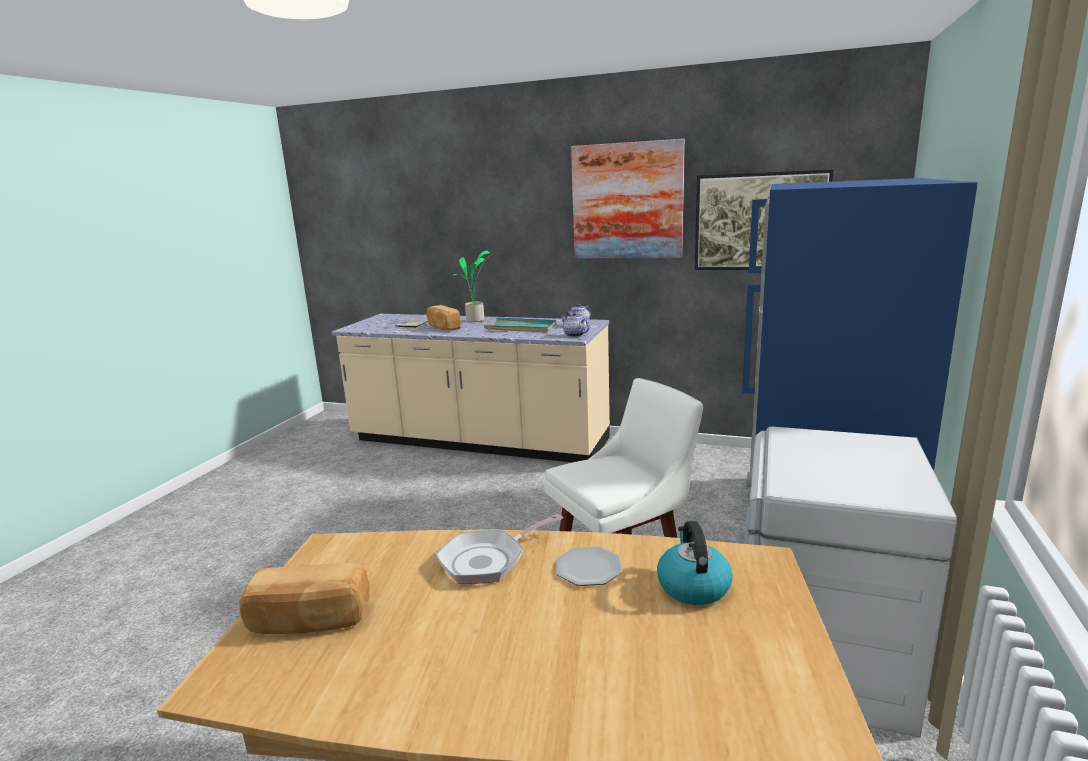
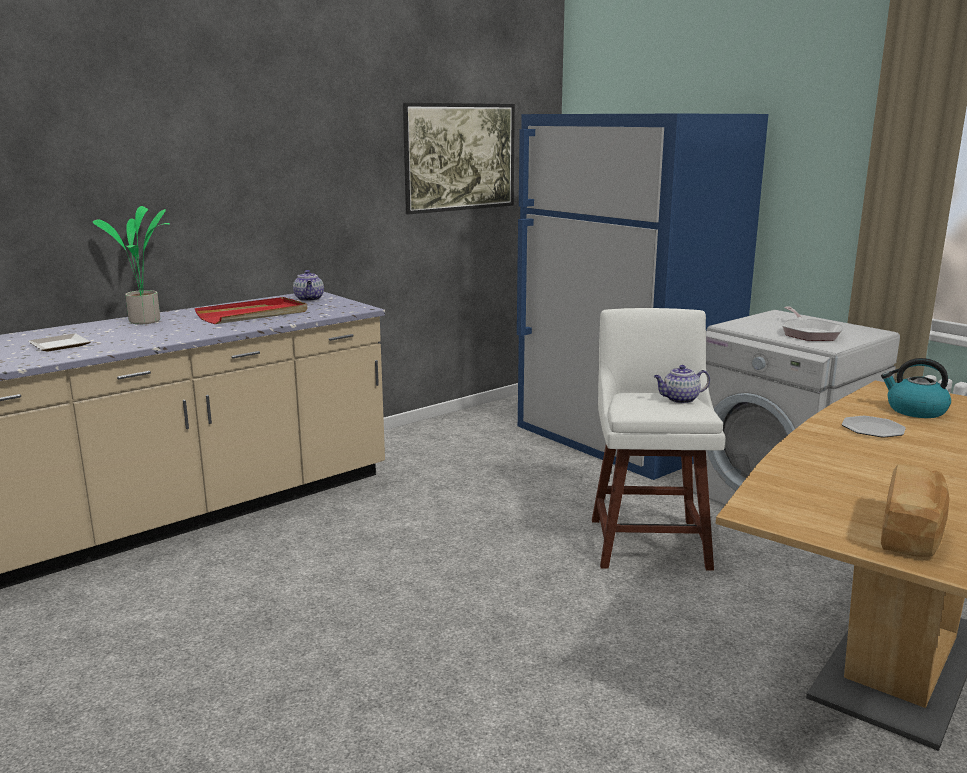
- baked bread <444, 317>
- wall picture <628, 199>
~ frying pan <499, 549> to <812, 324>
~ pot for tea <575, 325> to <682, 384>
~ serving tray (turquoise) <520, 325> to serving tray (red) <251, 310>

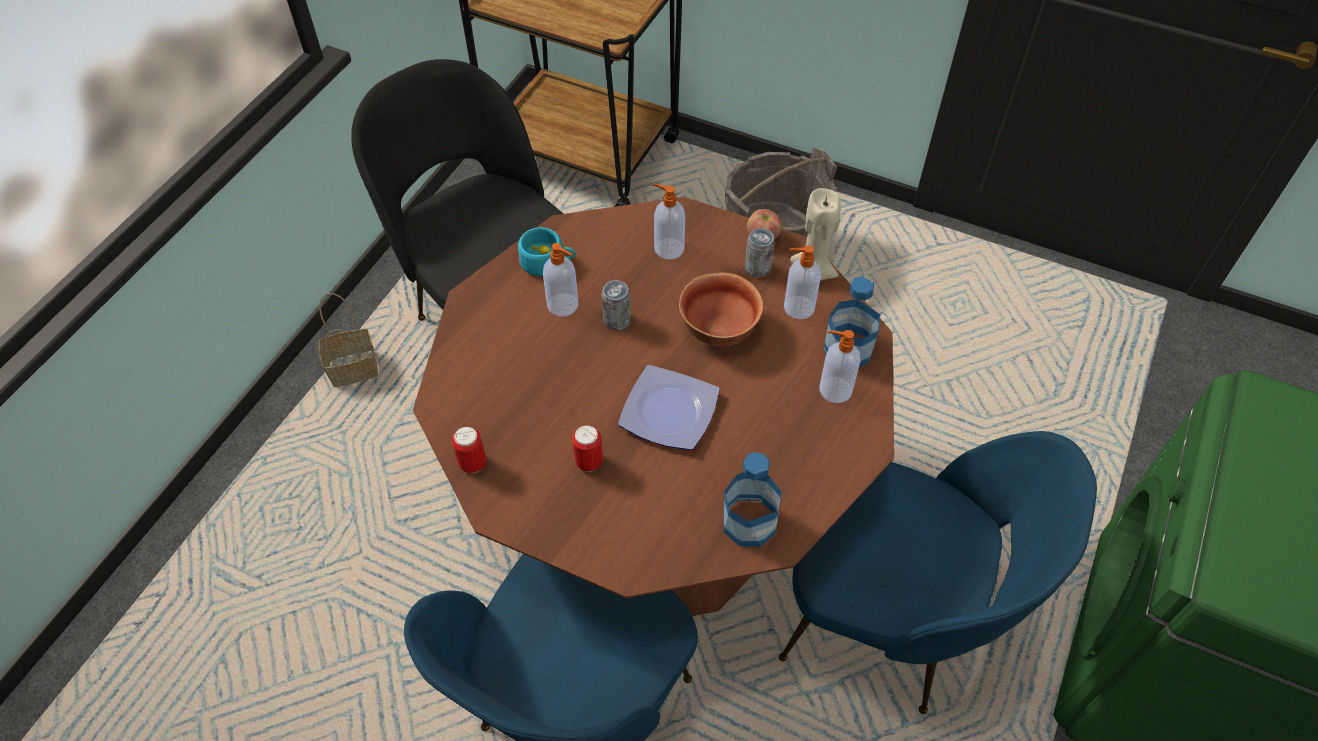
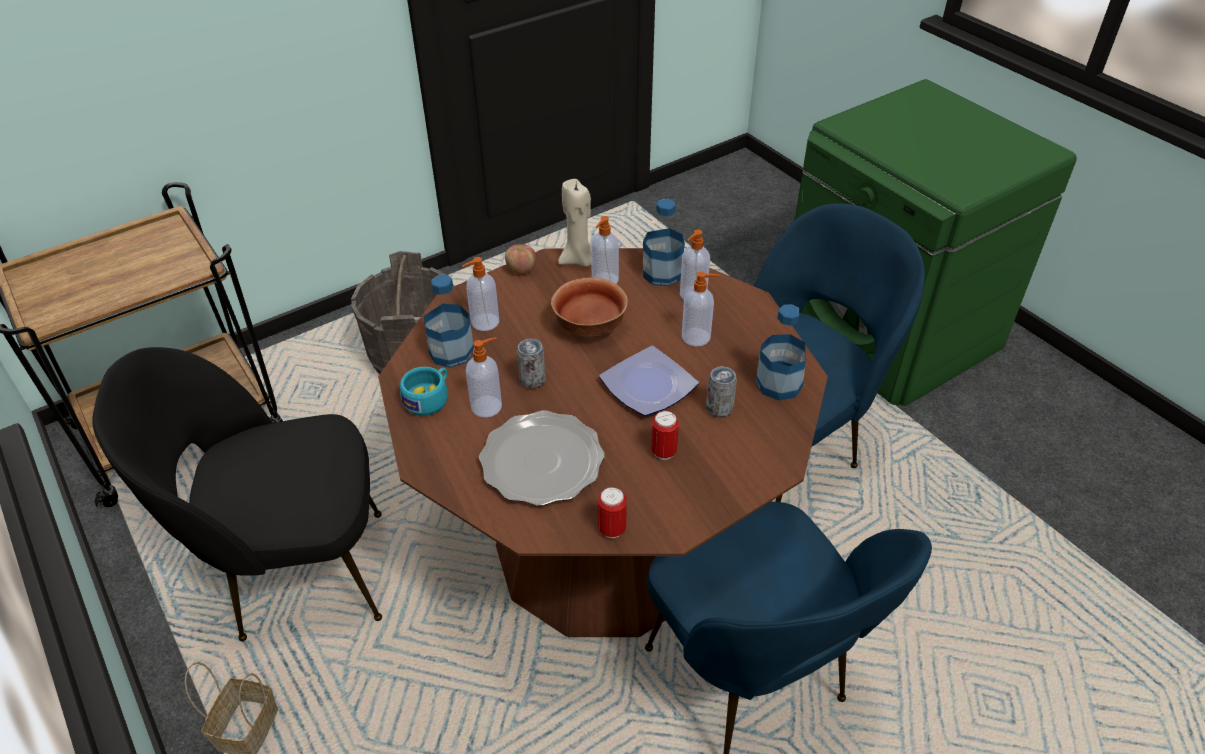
+ drink bottle <449, 321>
+ plate <542, 458>
+ soap bottle <700, 309>
~ can <760, 253> to <721, 392>

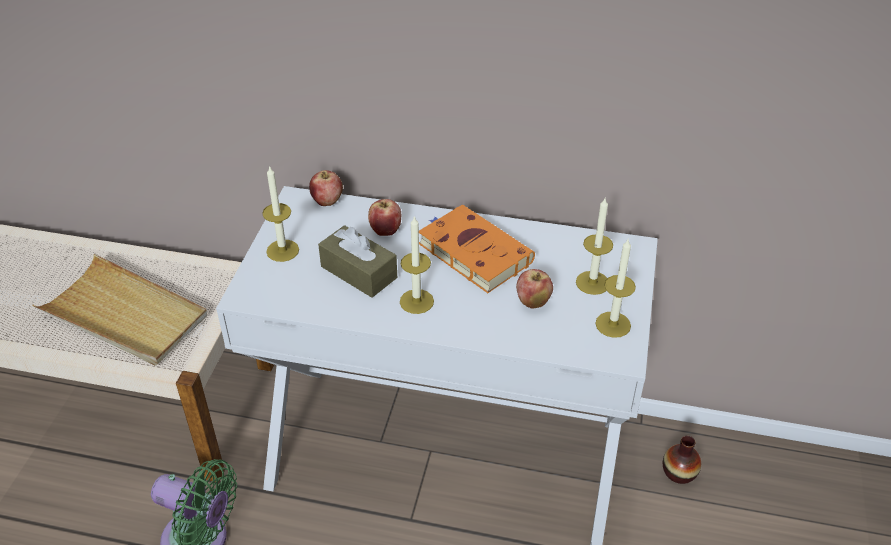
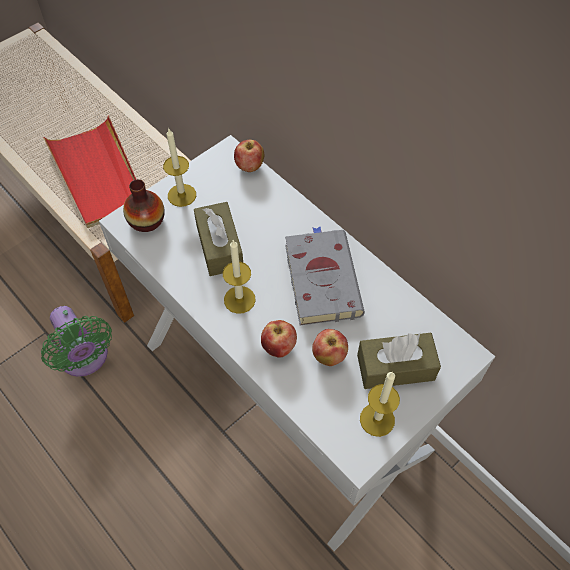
~ whole apple <384, 217> to <279, 339>
~ flower vase <682, 460> to <143, 205>
~ wax candle <594, 246> to tissue box (brownish) <399, 361>
~ serving tray (beige-coloured) <120, 310> to serving tray (red) <89, 171>
~ book (orange-coloured) <477, 248> to book (greyish) <325, 276>

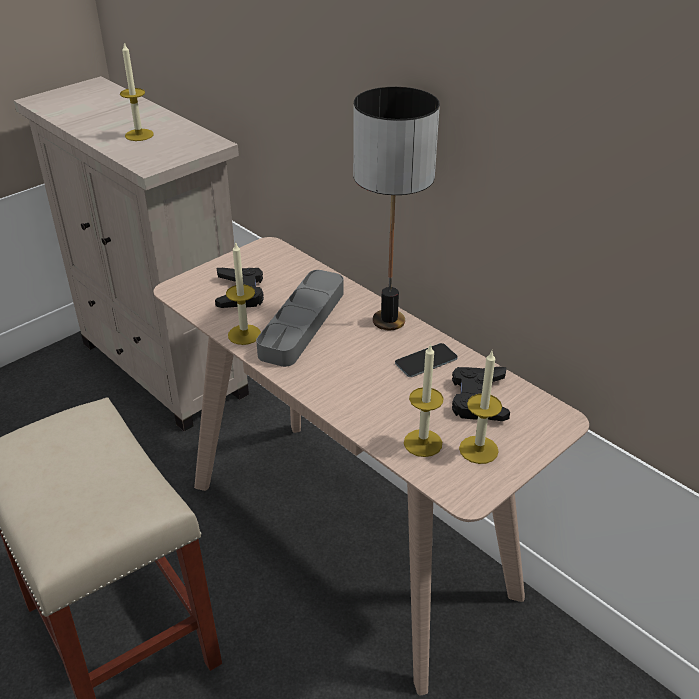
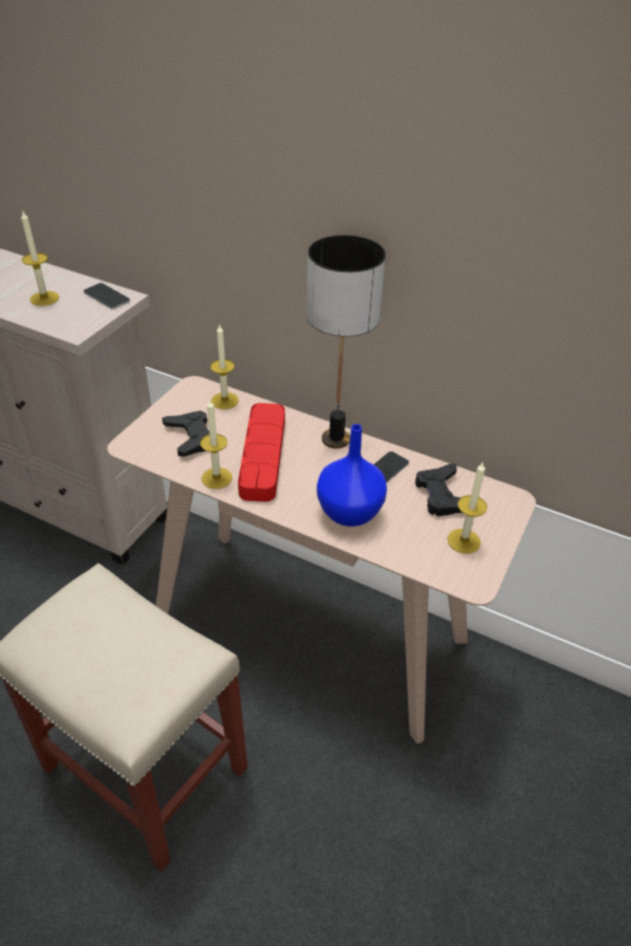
+ handset <107, 296>
+ flower vase (blue-coloured) <352, 475>
~ wax candle <424, 400> to <224, 366>
~ serving tray (greyish) <300, 318> to serving tray (red) <261, 452>

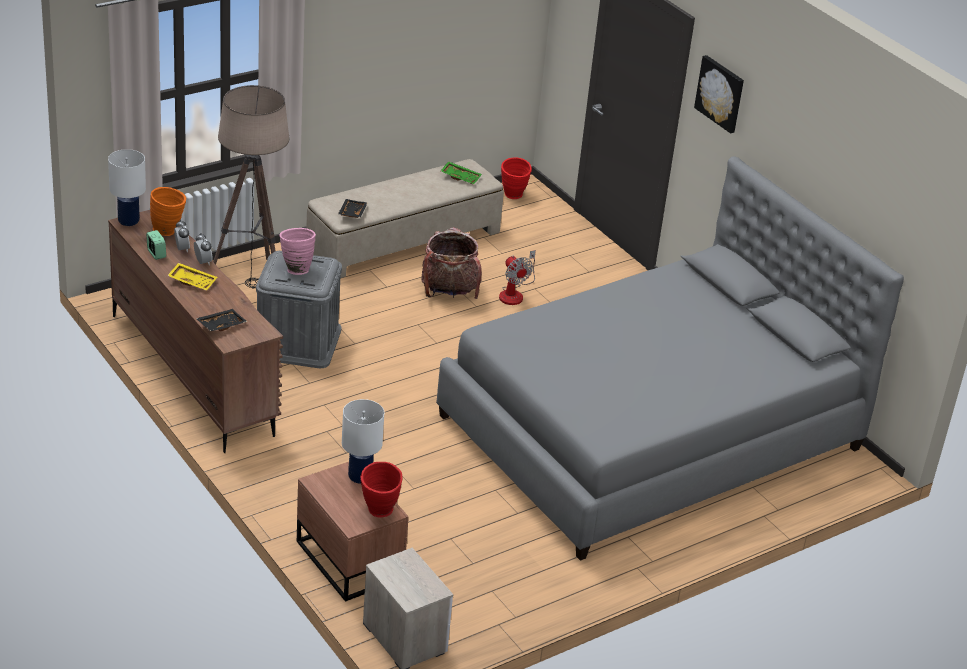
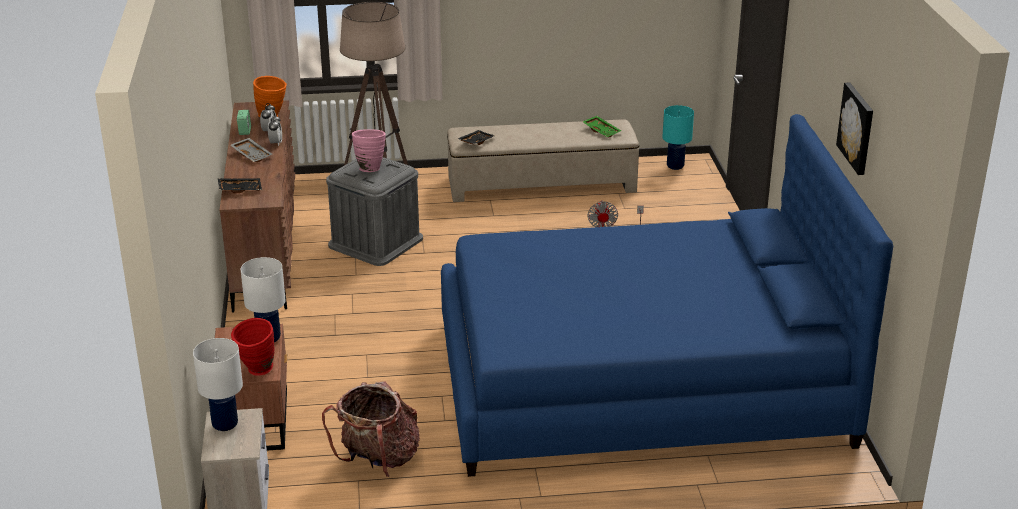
~ lamp for a table (white-coloured) <127, 187> to <218, 384>
~ rucksack <451, 263> to <371, 429>
~ wall picture <719, 94> to <854, 129>
~ flower vase (red) <516, 178> to lamp for a table (turquoise) <678, 137>
~ serving tray (yellow) <192, 277> to serving tray (greyish) <251, 150>
~ bedroom bed (greyish) <670, 359> to bedroom bed (blue-coloured) <667, 295>

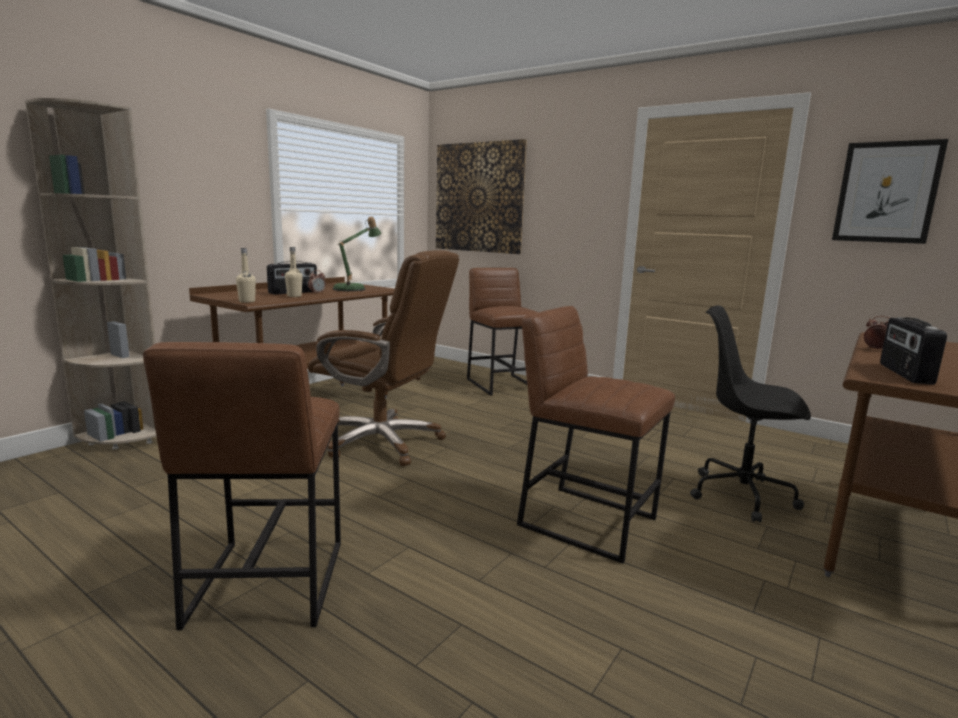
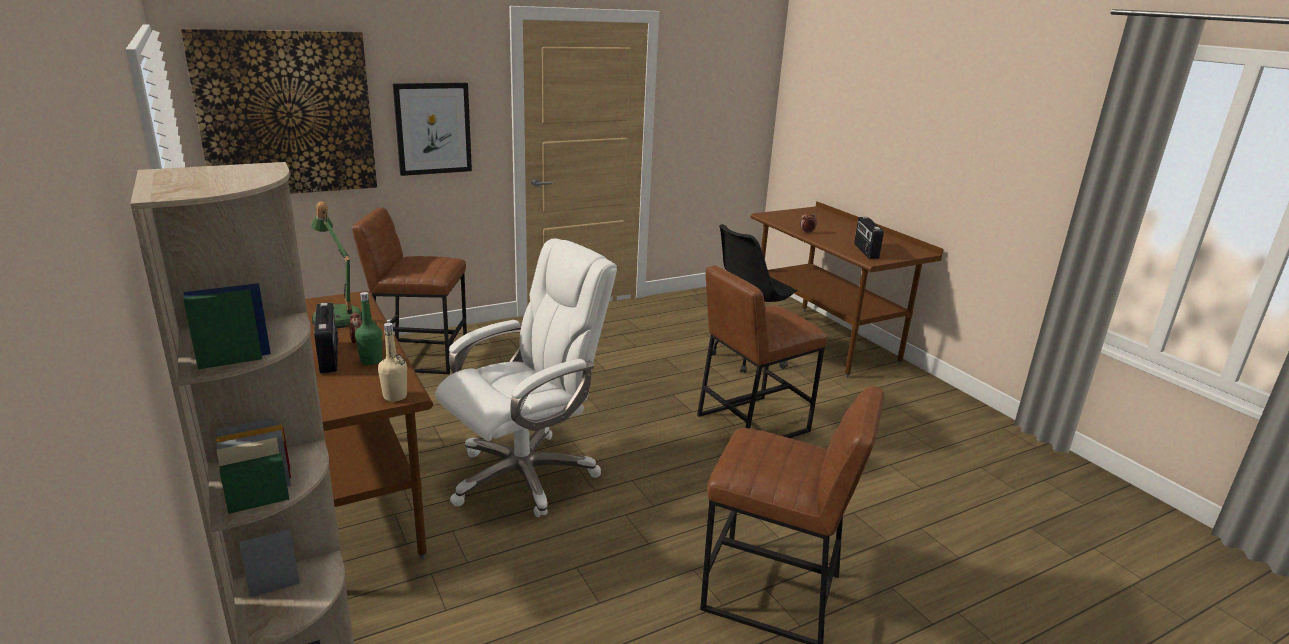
~ wall picture <890, 191> to <432, 129>
~ drink bottle (beige-coloured) <294, 272> to drink bottle (green) <368, 328>
~ desk chair (brownish) <383, 358> to desk chair (white-coloured) <526, 377>
~ radio receiver <913, 351> = <869, 238> 45 degrees clockwise

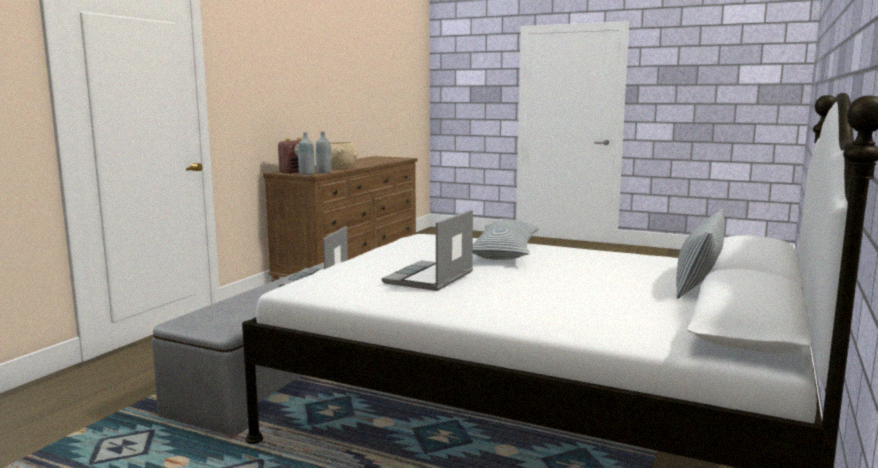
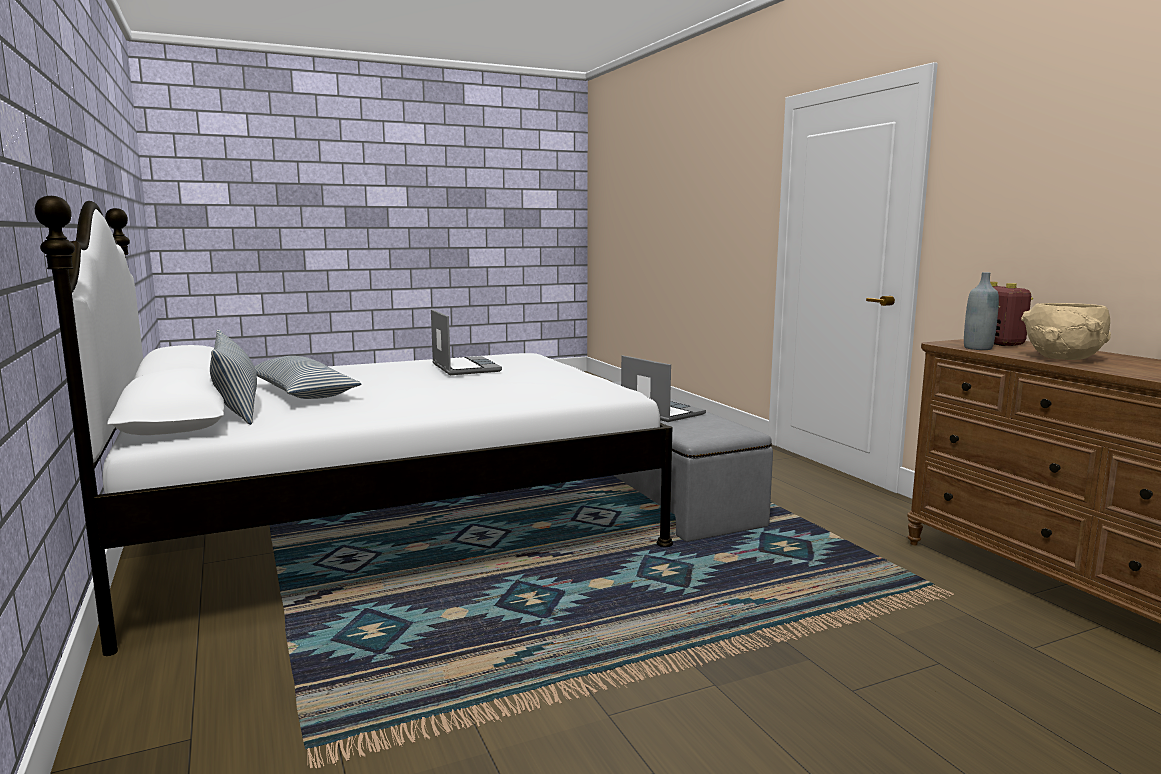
- drink bottle (greyish) <306, 153>
~ cushion <506, 240> to <308, 377>

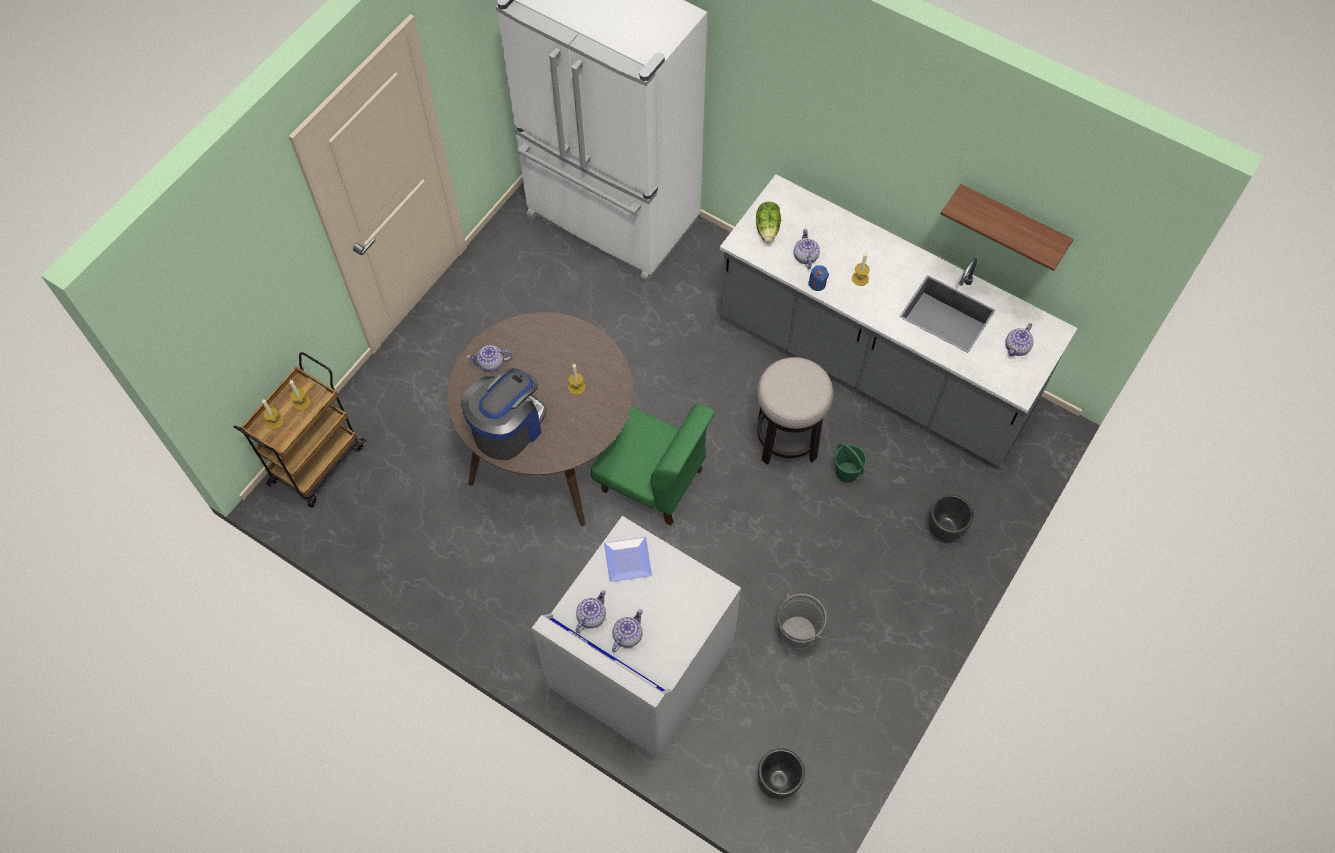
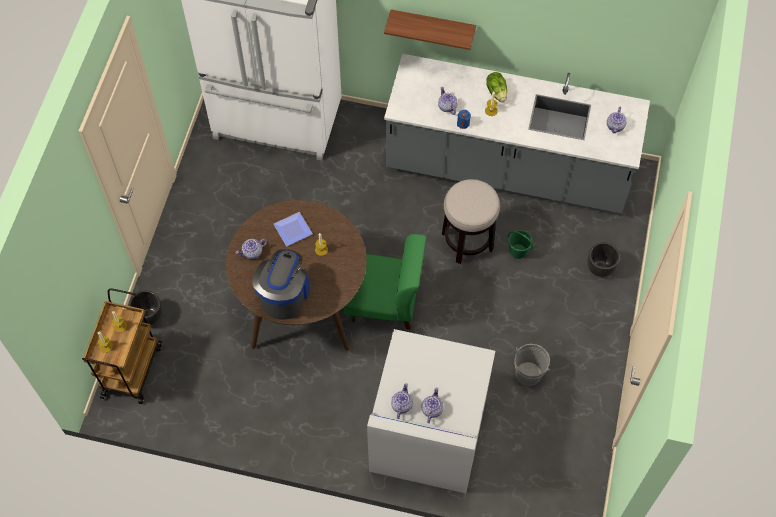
~ plate <628, 559> to <293, 229>
~ lettuce head <768, 222> to <497, 87>
~ plant pot (black-coloured) <781, 773> to <145, 307>
~ wall shelf <1007, 227> to <430, 29>

